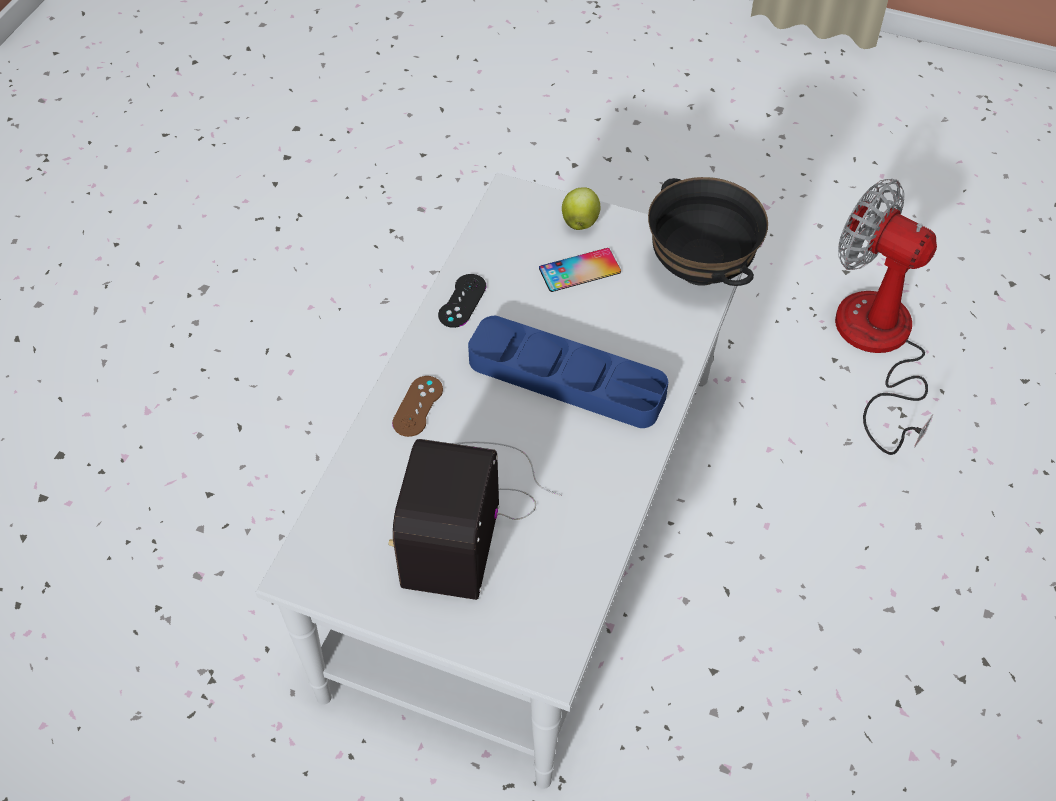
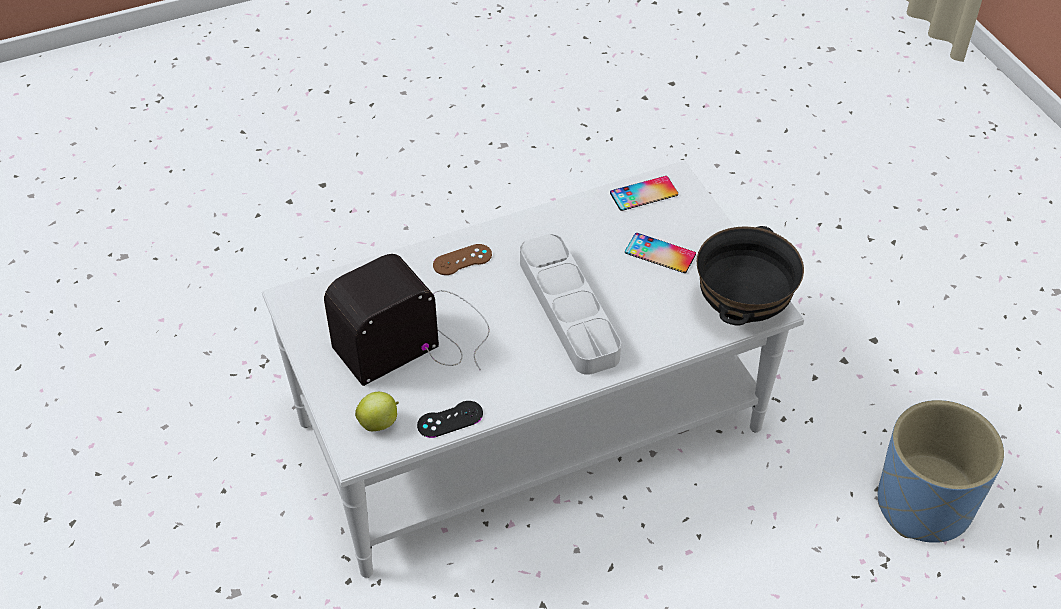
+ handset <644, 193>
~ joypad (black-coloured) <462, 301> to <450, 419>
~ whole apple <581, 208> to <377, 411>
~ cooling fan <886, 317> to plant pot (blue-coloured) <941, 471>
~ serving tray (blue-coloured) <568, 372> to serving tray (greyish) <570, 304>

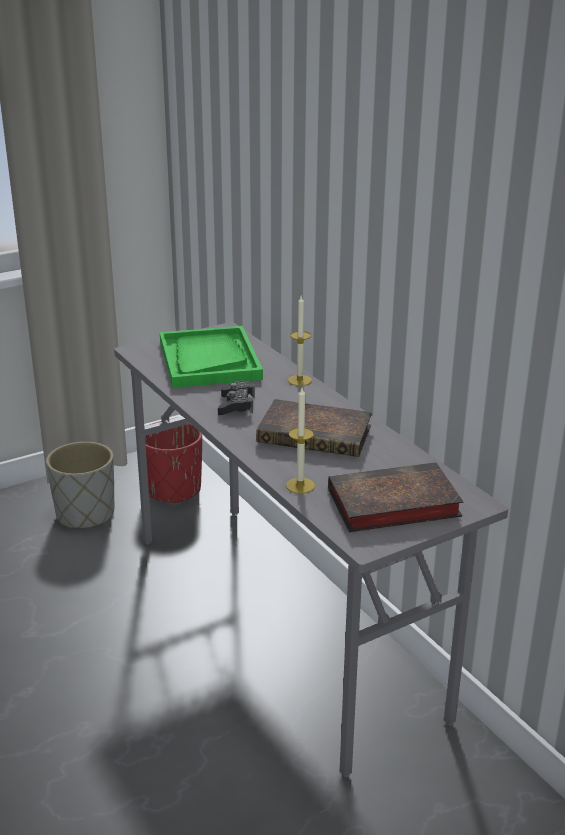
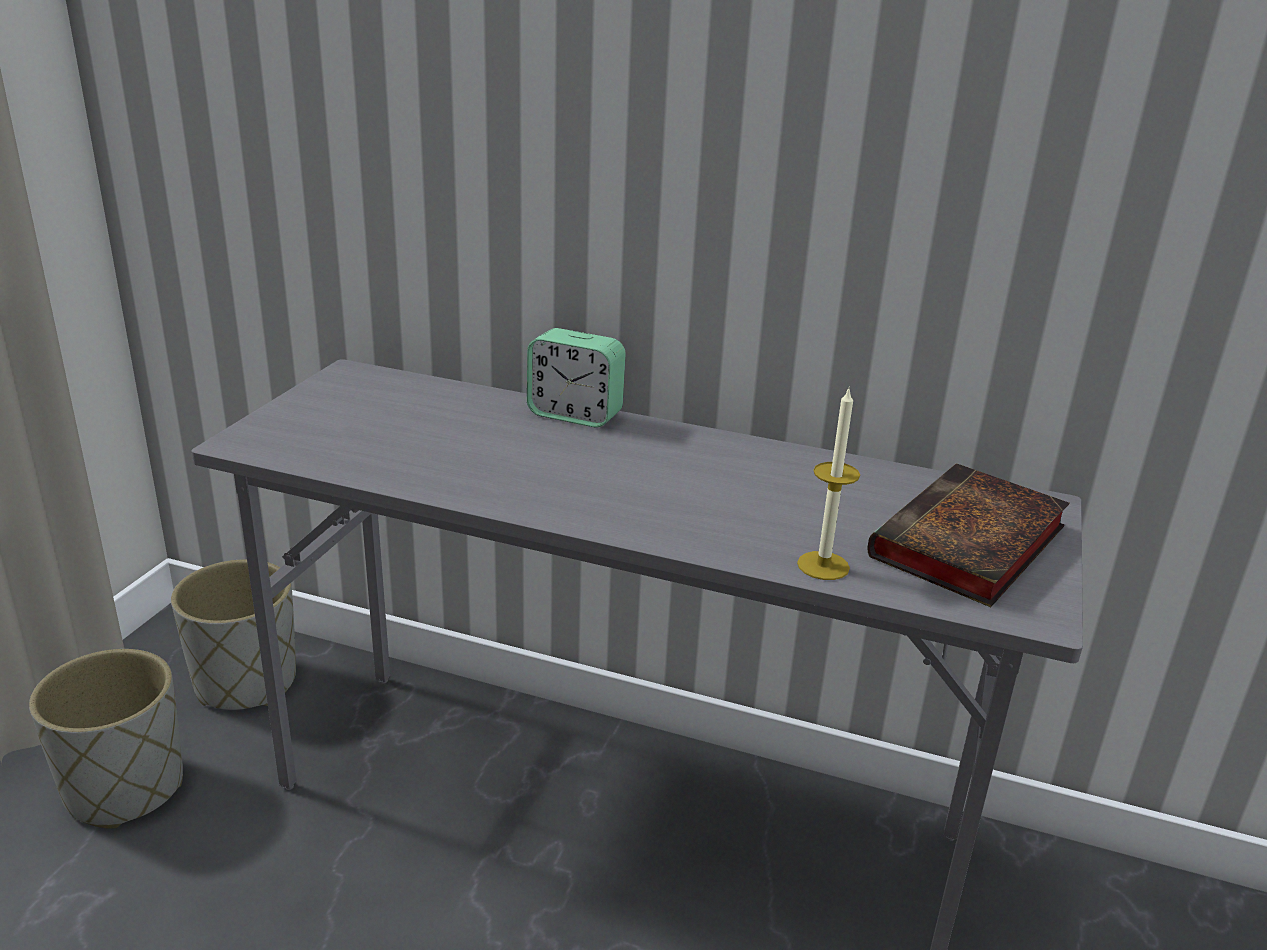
- serving tray (green) <211, 357>
- joypad (black-coloured) <236, 398>
- book <314, 428>
~ wax candle <300, 341> to bedside clock <576, 377>
~ plant pot (red) <173, 463> to plant pot (greyish) <233, 634>

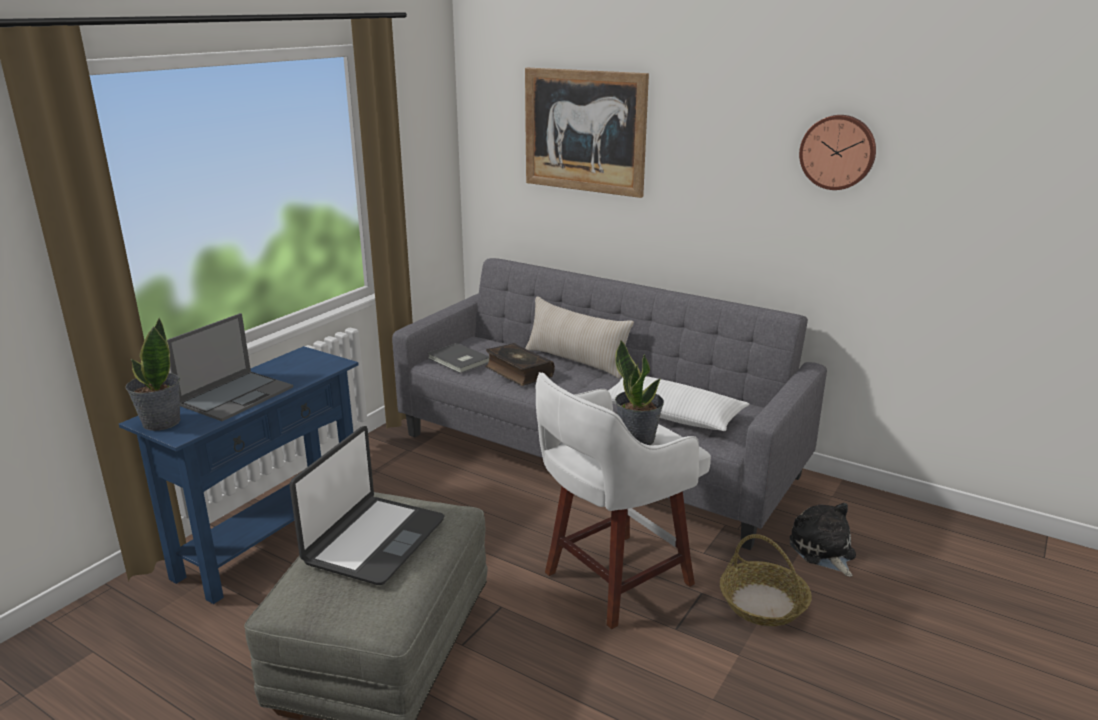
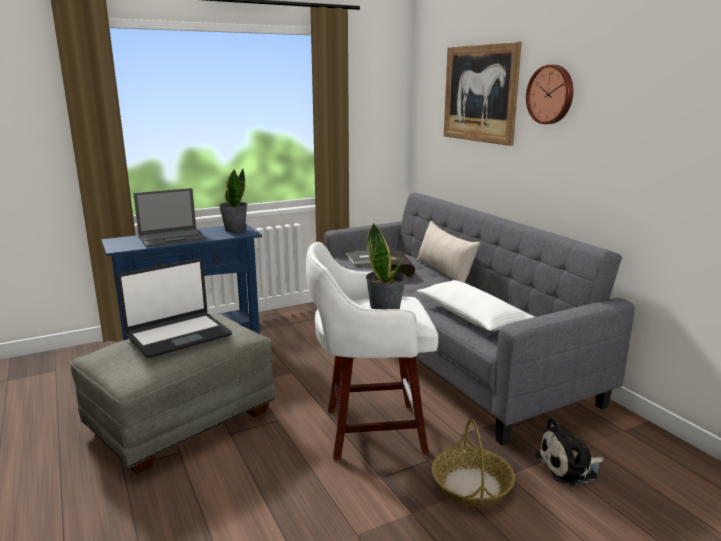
~ houseplant <152, 374> to <233, 200>
~ hanging clock <837, 152> to <549, 94>
~ plush toy <823, 540> = <569, 452> 120 degrees counterclockwise

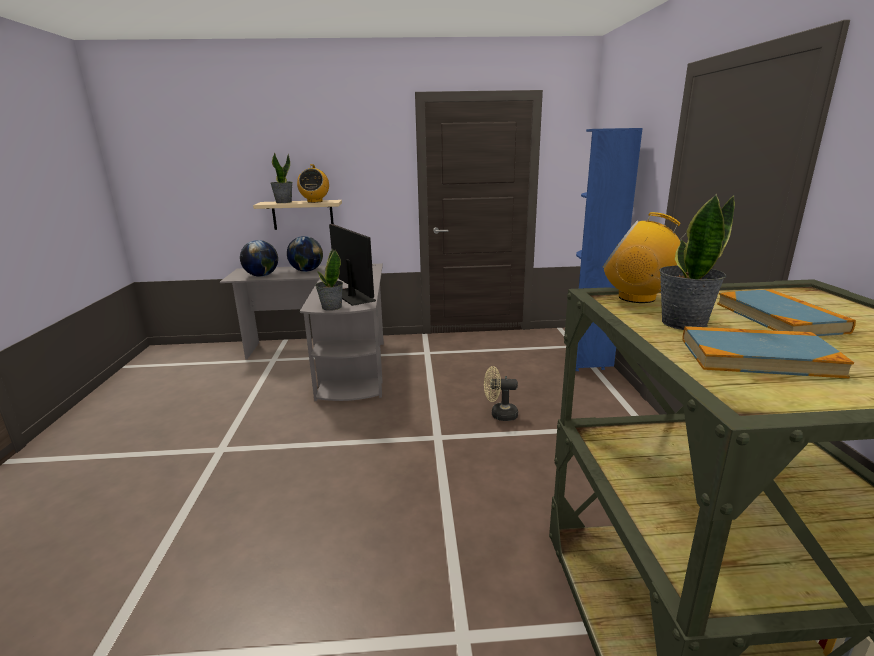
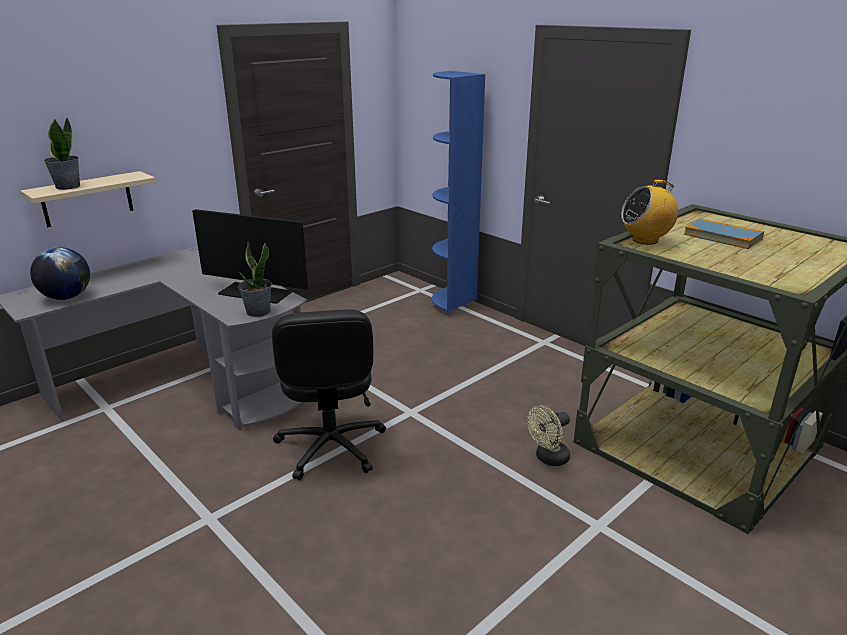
- globe <305, 254>
- radio receiver <313, 183>
- houseplant <697, 262>
- book <768, 352>
+ desk chair (black-coloured) <329, 394>
~ cooling fan (beige-coloured) <501, 393> to <548, 436>

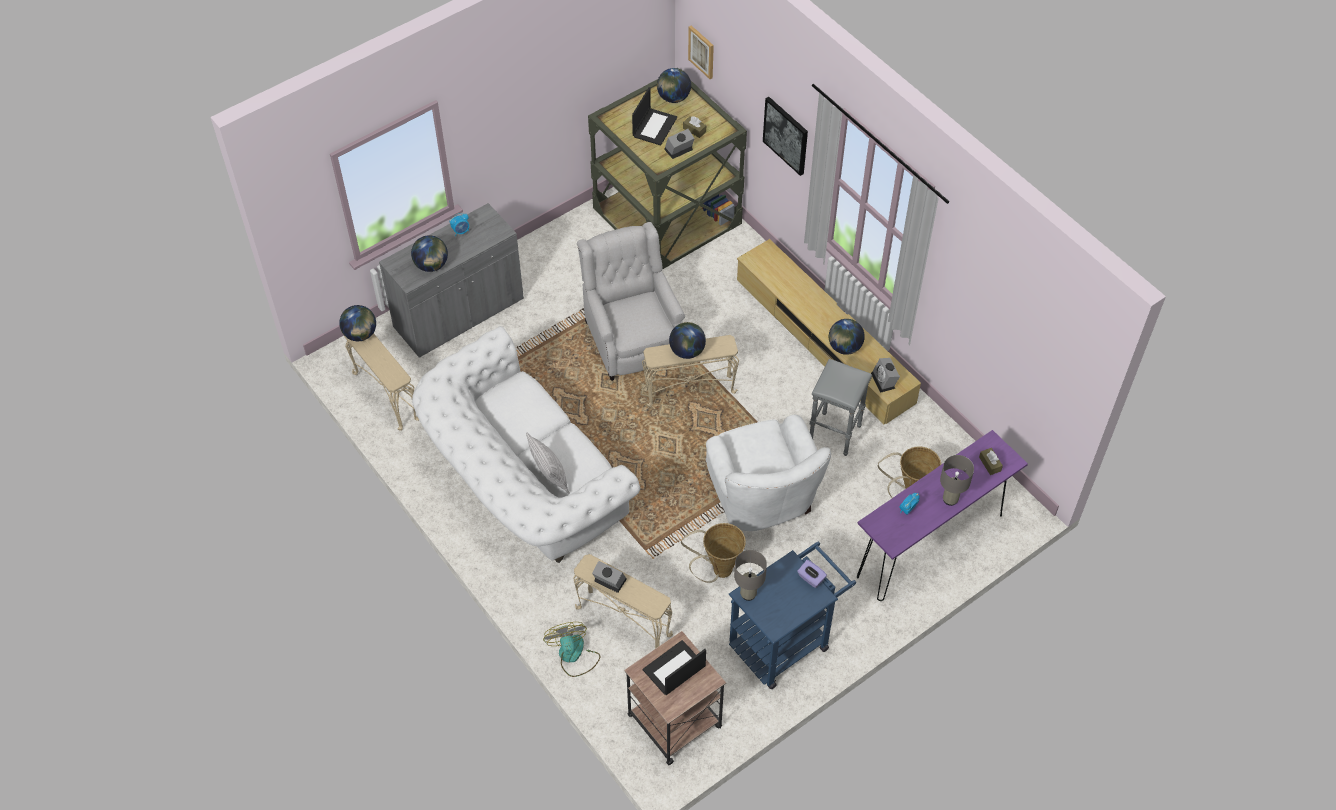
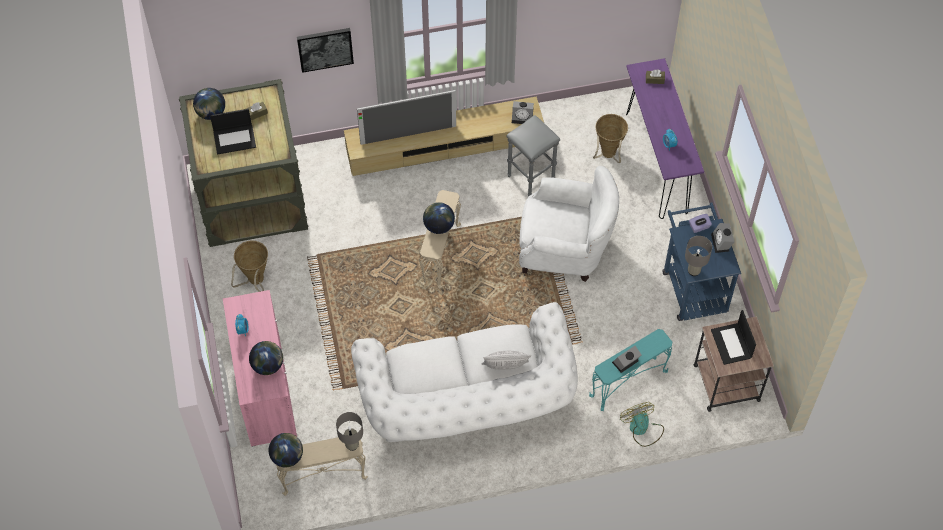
- lounge chair (white-coloured) <631, 301>
- wall picture <701, 52>
- globe <847, 337>
+ TV set <406, 117>
~ bedside clock <679, 144> to <722, 238>
~ household basket <713, 553> to <249, 266>
~ lamp for a table (greyish) <957, 480> to <349, 431>
~ storage cabinet (greyish) <451, 280> to storage cabinet (pinkish) <260, 368>
~ side table (beige-coloured) <623, 601> to side table (turquoise) <630, 370>
~ cooling fan <571, 649> = <642, 424> 60 degrees clockwise
~ laptop <654, 116> = <233, 131> 120 degrees clockwise

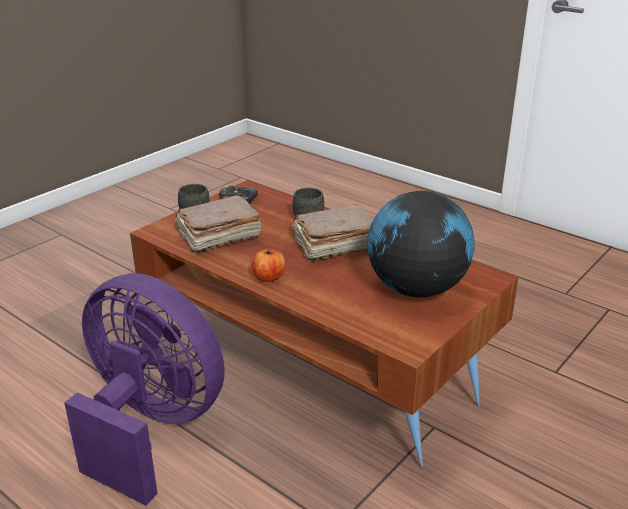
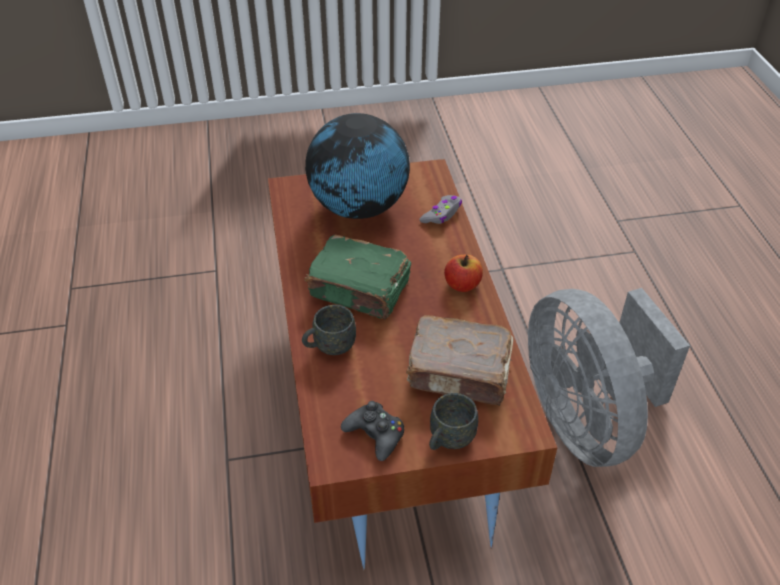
+ joypad (greyish) <440, 209>
~ cooling fan (purple-coloured) <144, 389> to cooling fan (greyish) <609, 377>
~ book (brownish) <332, 232> to book (green) <357, 277>

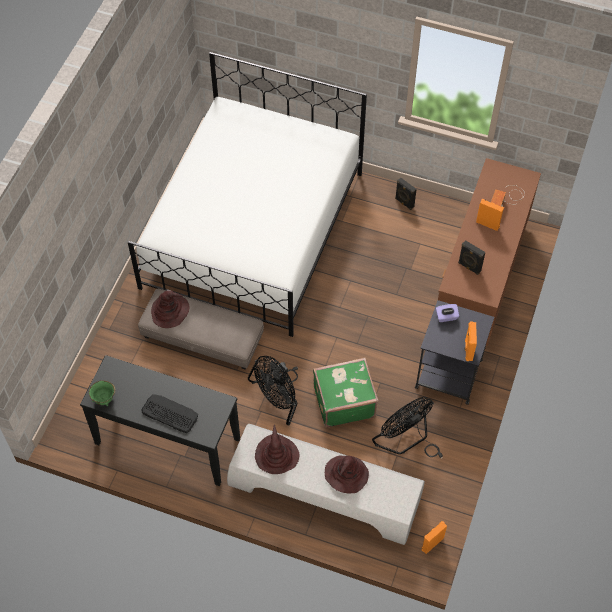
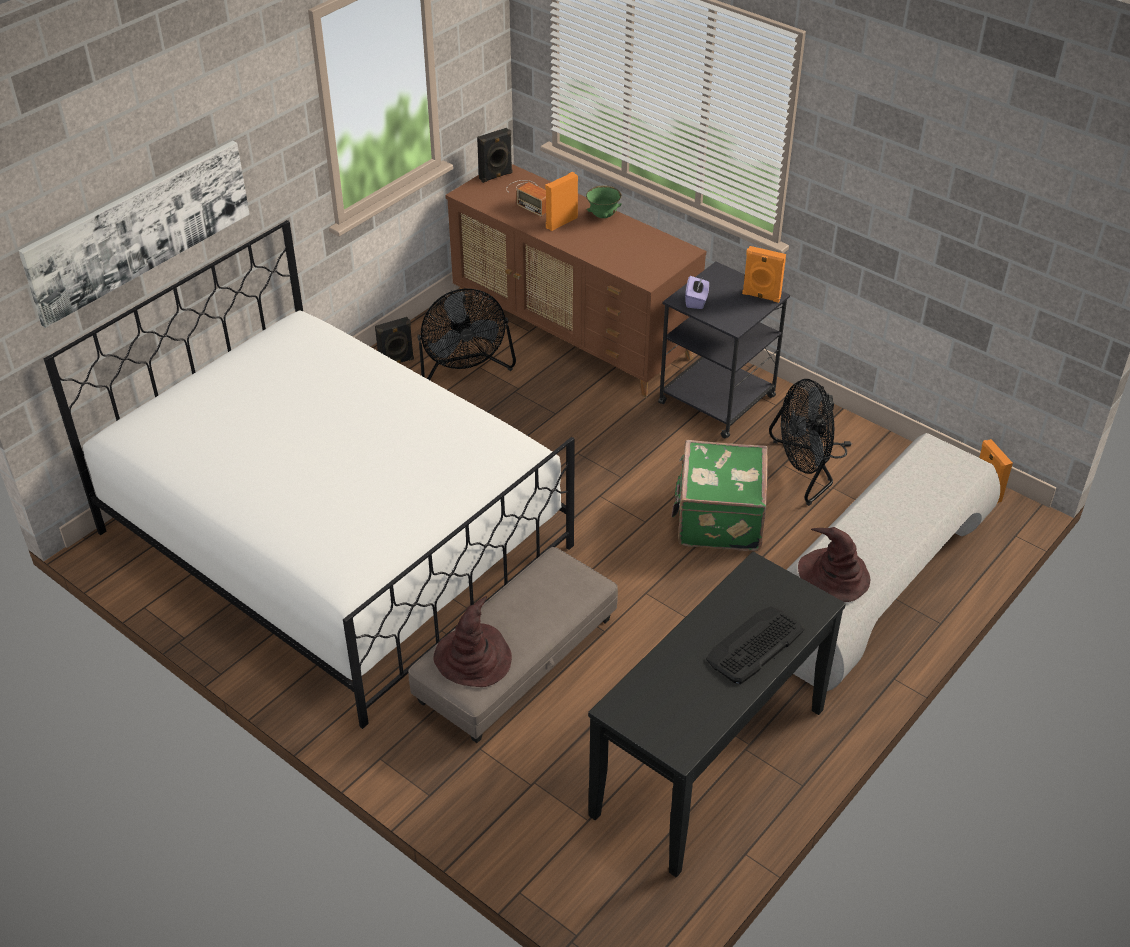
- clothing hat (brownish) <347, 474>
+ wall picture <134, 234>
~ bowl (green) <102, 393> to <604, 201>
~ cooling fan (black-coloured) <273, 390> to <466, 334>
~ loudspeaker (black-coloured) <471, 257> to <494, 155>

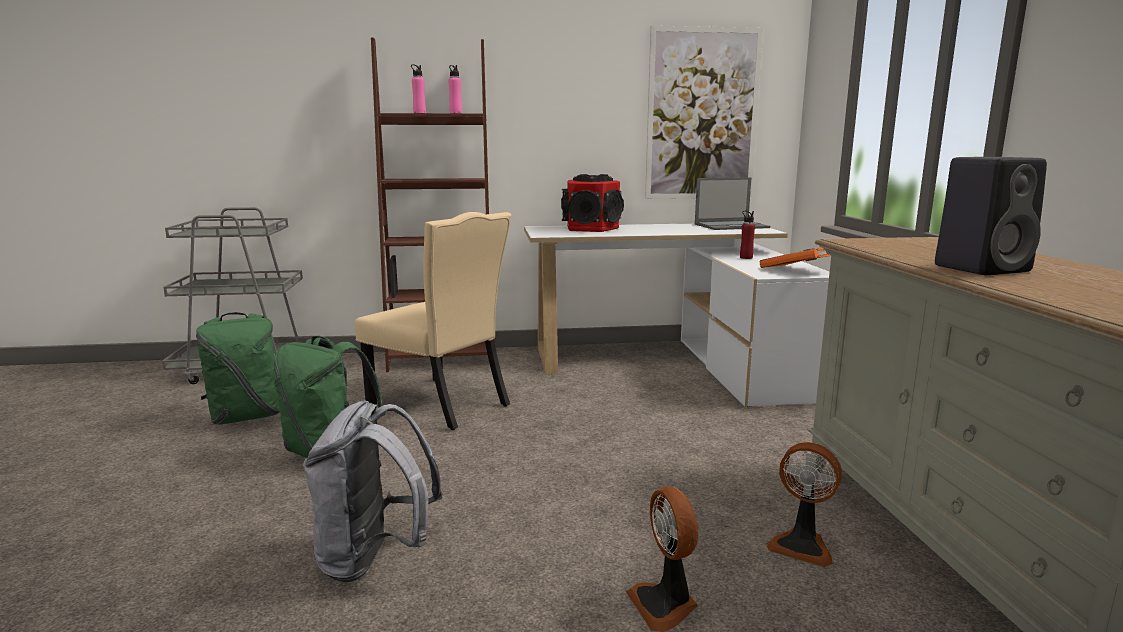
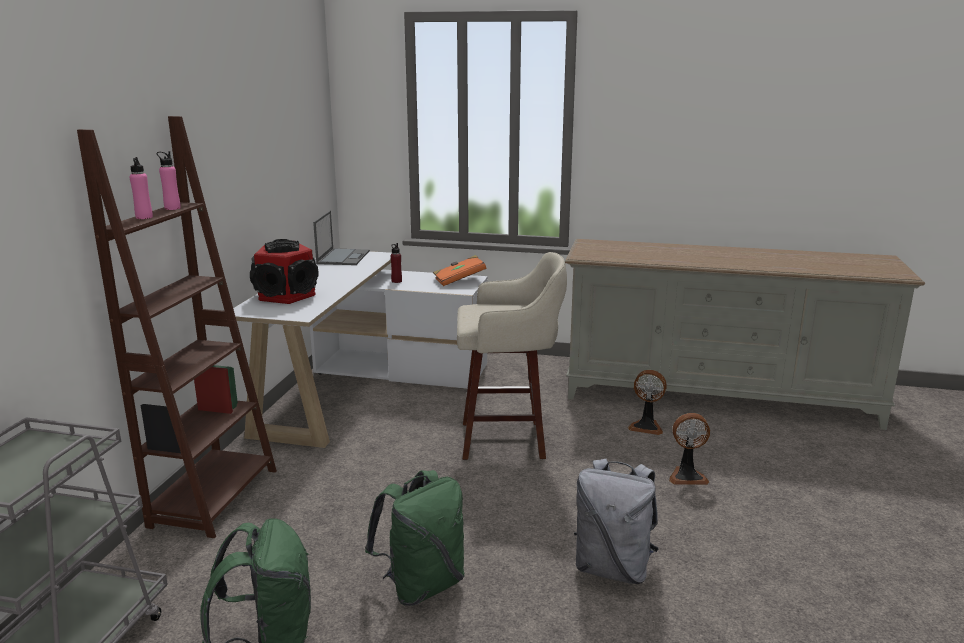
- plain chair (beige-coloured) <433, 321>
- wall picture <704, 112>
- loudspeaker (black-coloured) <991, 216>
+ stool (beige-coloured) <512, 356>
~ cooling fan <804, 504> = <647, 402> 60 degrees clockwise

